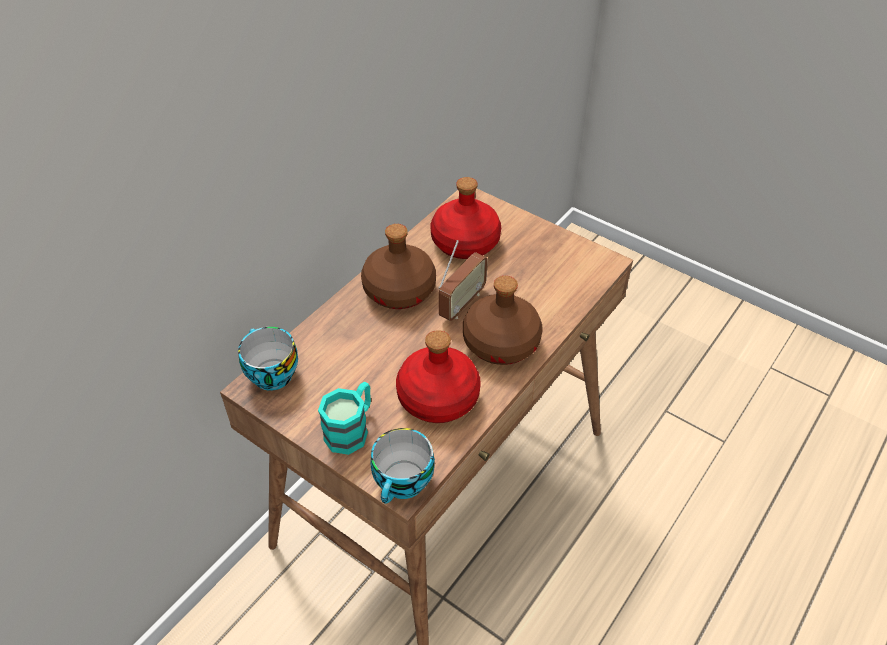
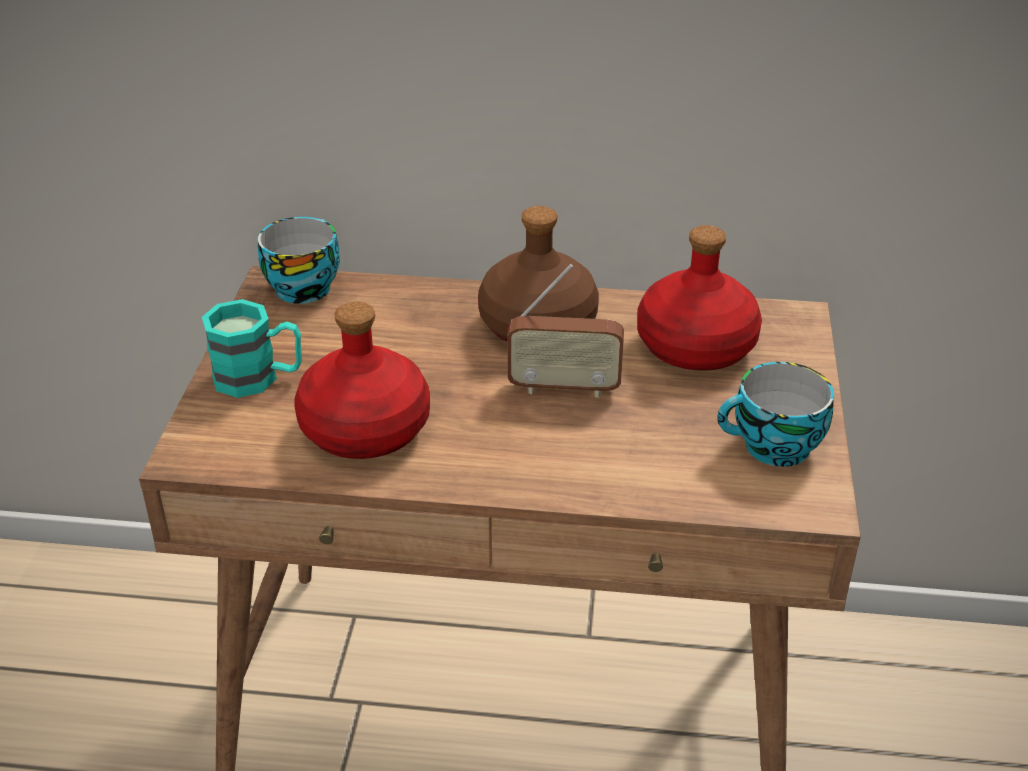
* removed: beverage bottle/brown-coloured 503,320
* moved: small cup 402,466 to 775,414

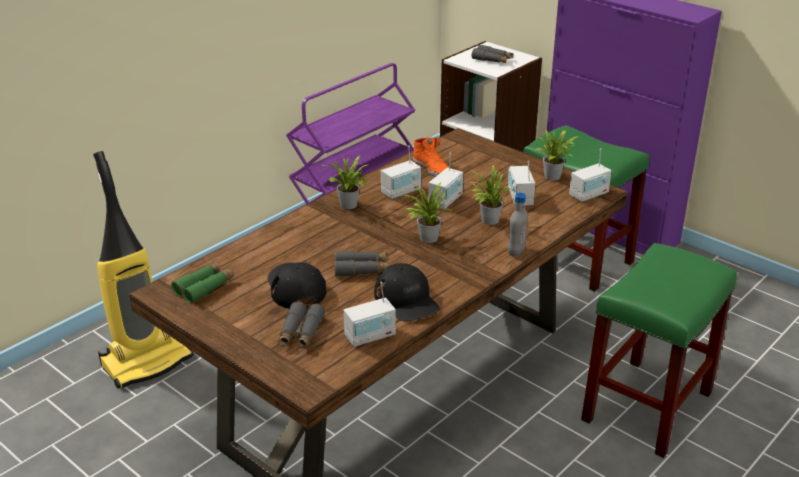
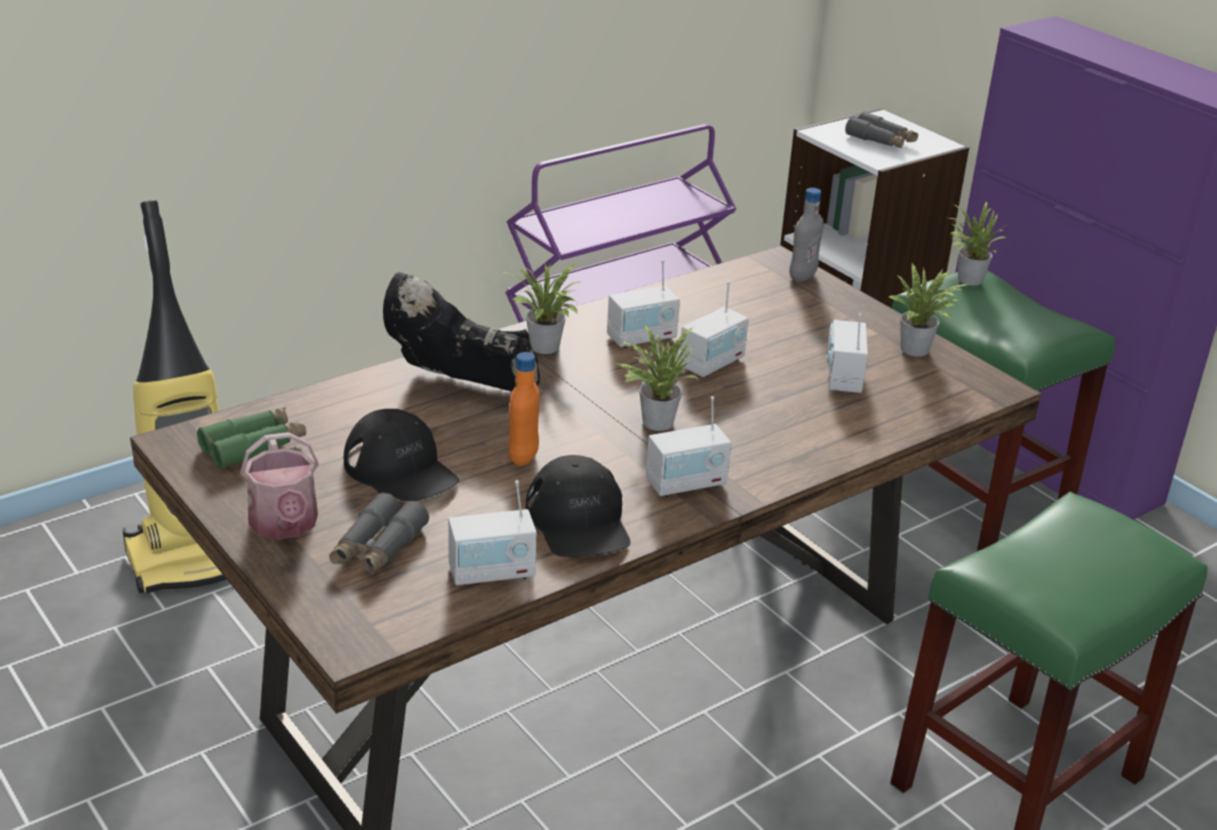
* removed: shoe/orange-coloured 431,157
* added: watering pot 279,486
* added: tall boot/blackish 461,331
* moved: potted plant 490,195 to 978,243
* moved: beverage bottle/grey 518,224 to 806,235
* moved: radio 590,175 to 688,446
* replaced: pair of binoculars/grey 361,263 to beverage bottle/orange-coloured 524,409
* turned: peaked cap/blackish 297,285 = 401,455 150 degrees clockwise

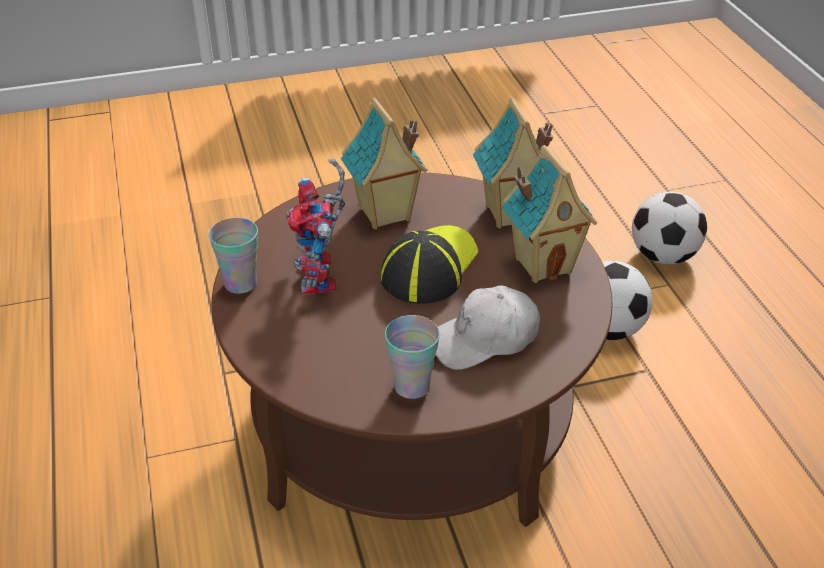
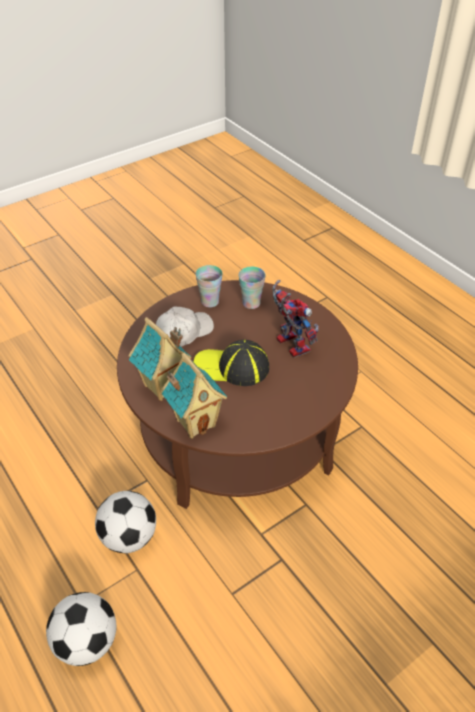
* removed: model house 384,163
* moved: small cup 233,256 to 252,288
* turned: peaked cap 429,264 = 231,363 90 degrees clockwise

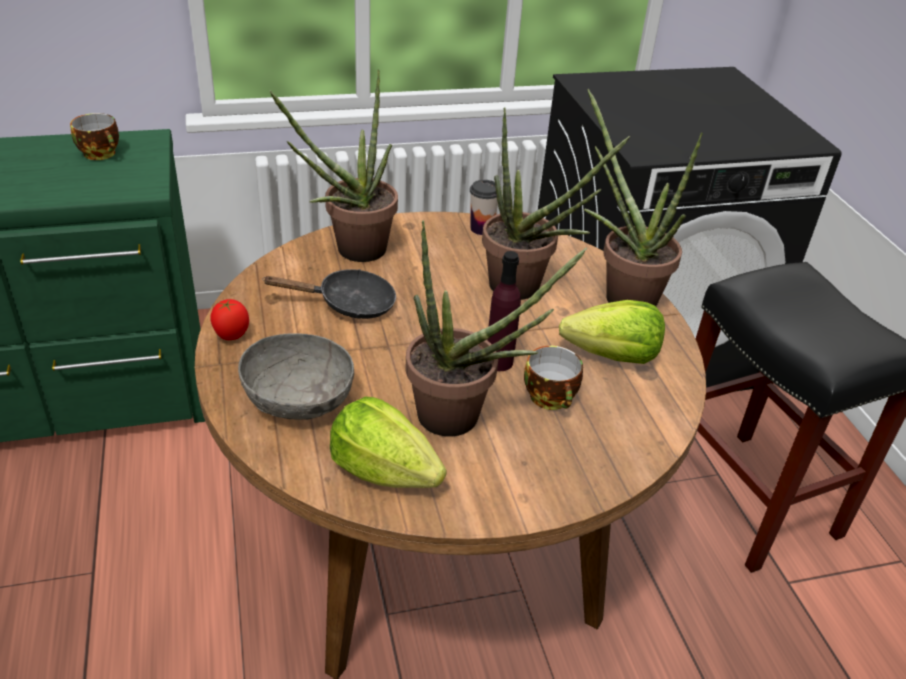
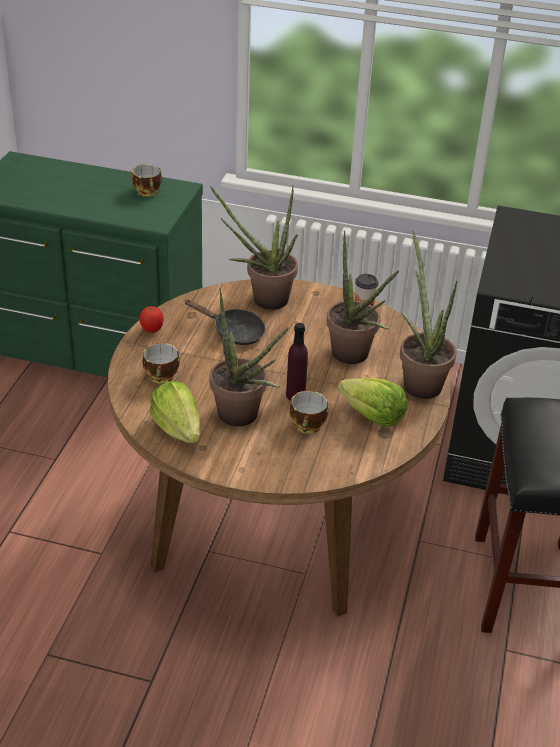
* replaced: serving bowl/grey 296,377 to small cup 160,363

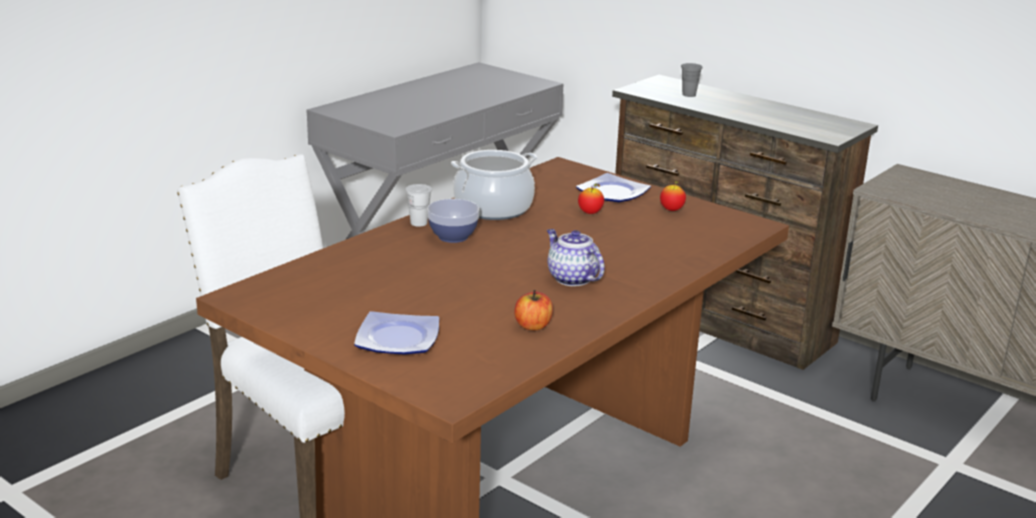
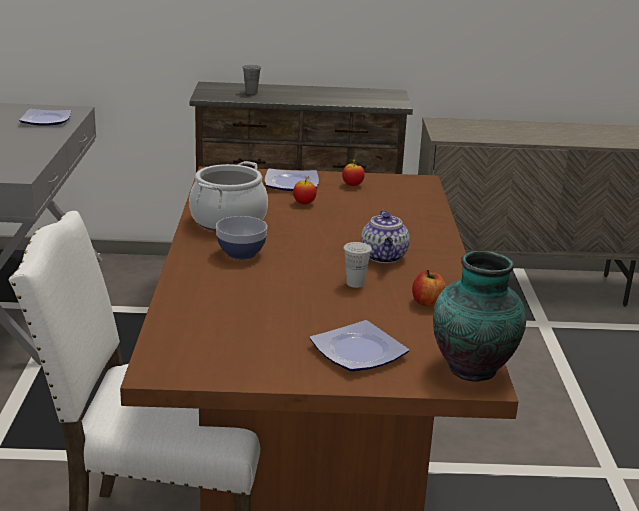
* added: flat dish 45,117
* added: decorative vase 479,316
* moved: small cup/whitish 418,205 to 357,265
* turned: tea pot 576,257 = 385,236 105 degrees counterclockwise

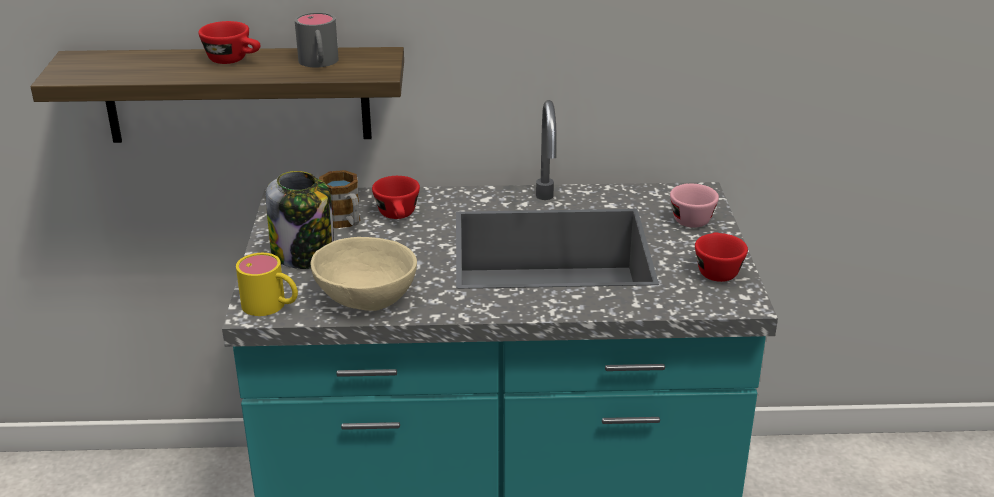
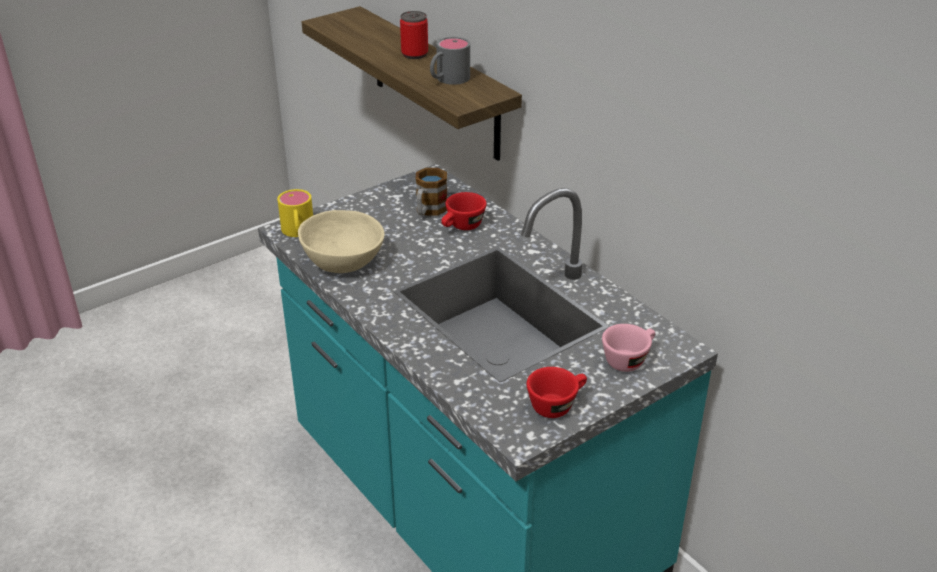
* removed: storage jar 300,220
* replaced: small cup/reddish 229,42 to sealed can 414,35

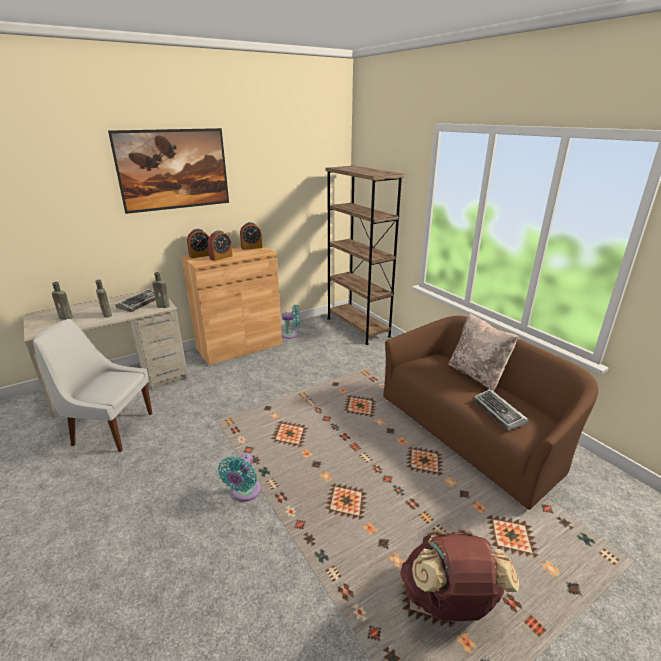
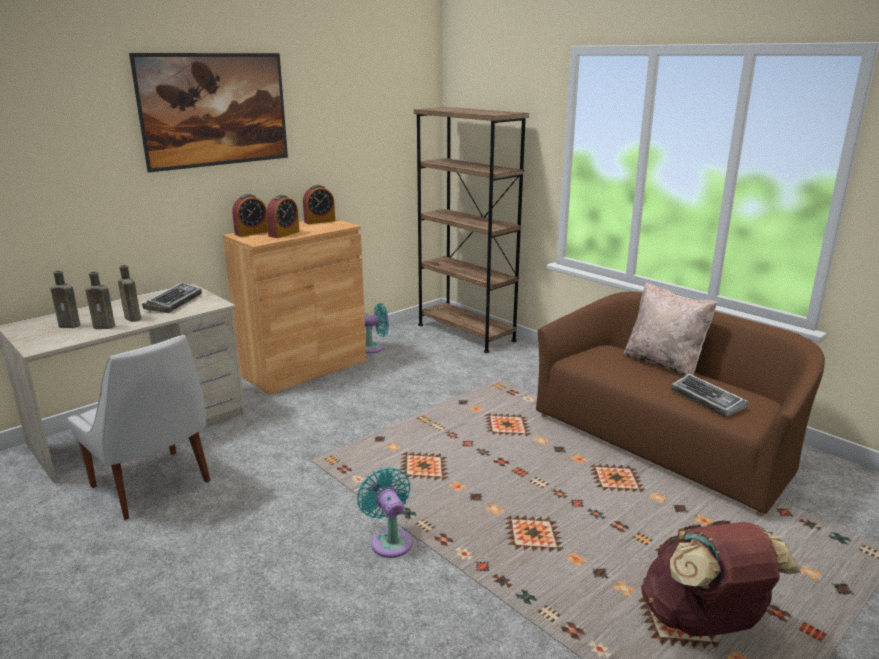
* moved: beverage bottle/brown-coloured 161,290 to 100,300
* turned: plain chair/whitish 92,385 = 138,427 135 degrees counterclockwise
* turned: cooling fan/blue-green 239,477 = 385,512 150 degrees clockwise

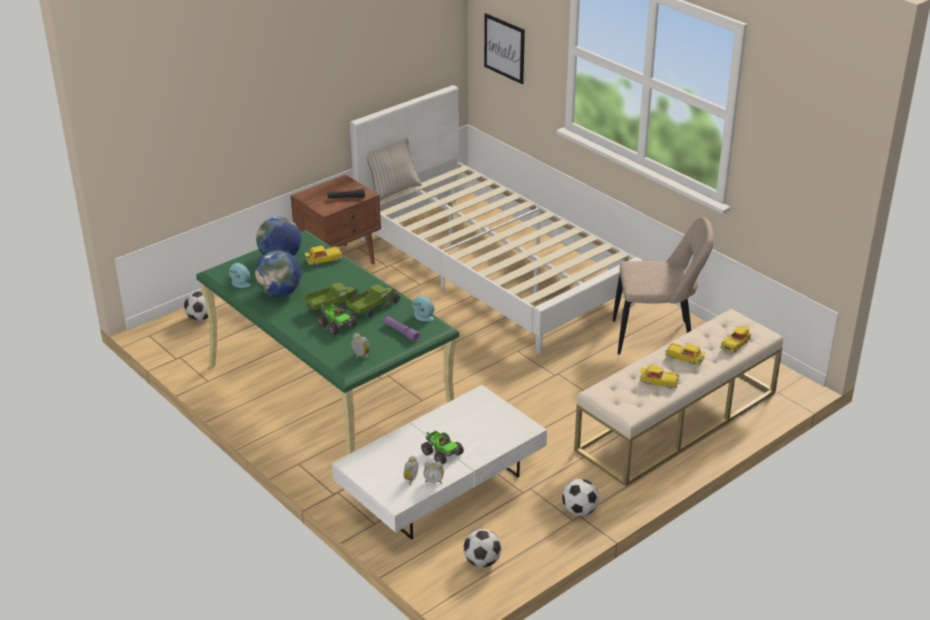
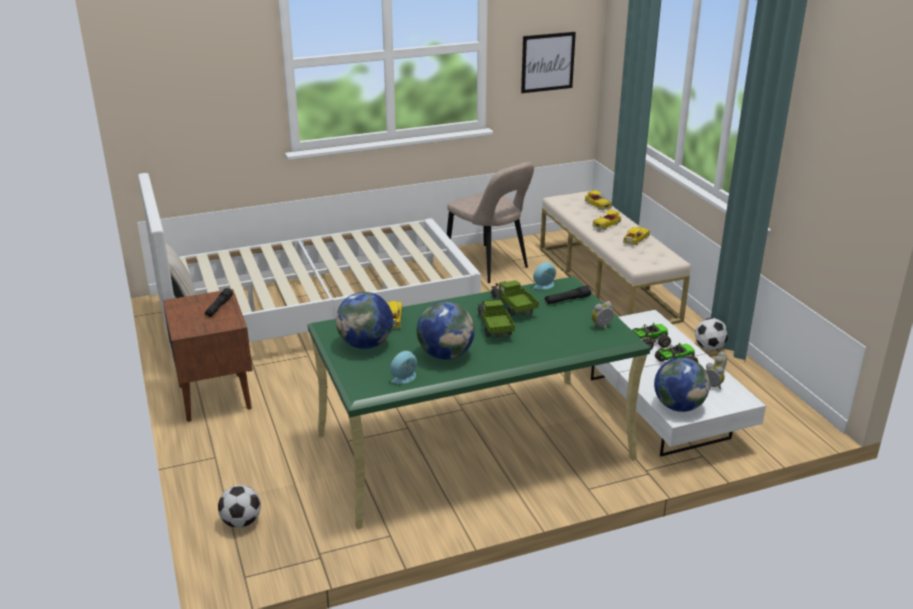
* removed: ball for football 482,548
* added: desk globe 682,384
* moved: toy lorry 337,320 to 651,336
* moved: wall art 504,48 to 548,62
* recoloured: hand torch/purple 401,329 to hand torch/blackish 568,294
* turned: plain chair/beige 663,286 = 490,222 120 degrees clockwise

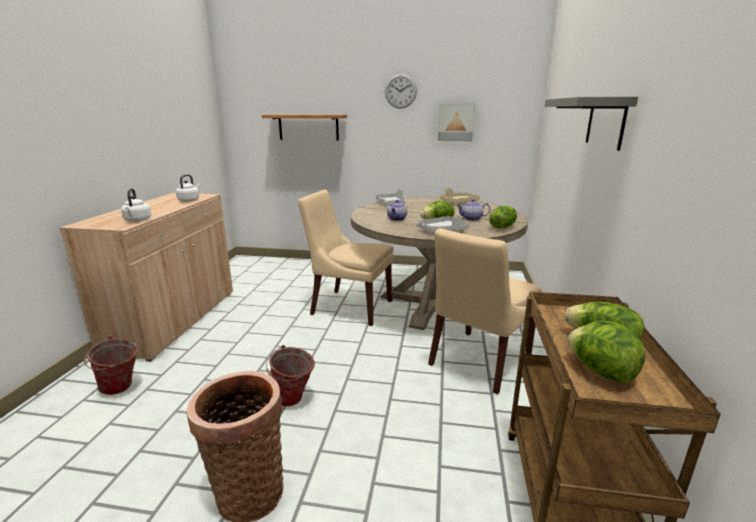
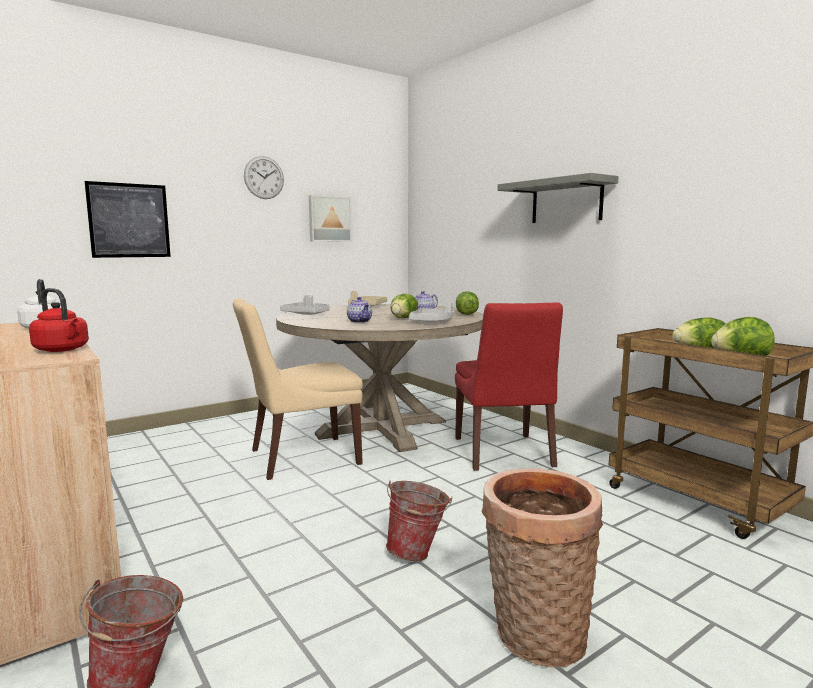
* replaced: bracket shelf 304,127 to wall art 127,219
* recoloured: kettle/whitish 136,205 to kettle/reddish 59,320
* recoloured: plain chair/beige 484,311 to plain chair/reddish 509,386

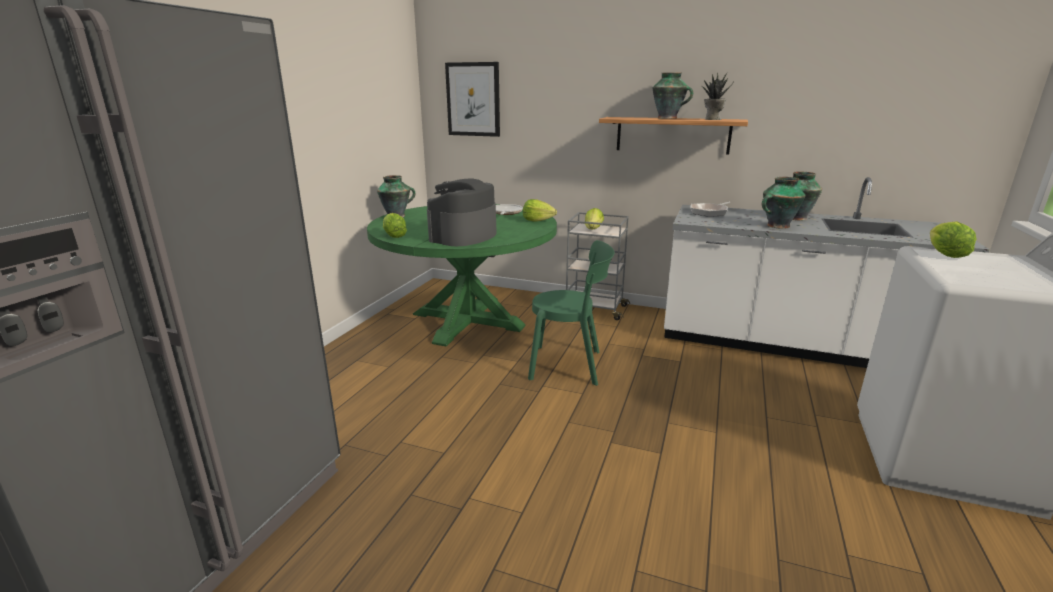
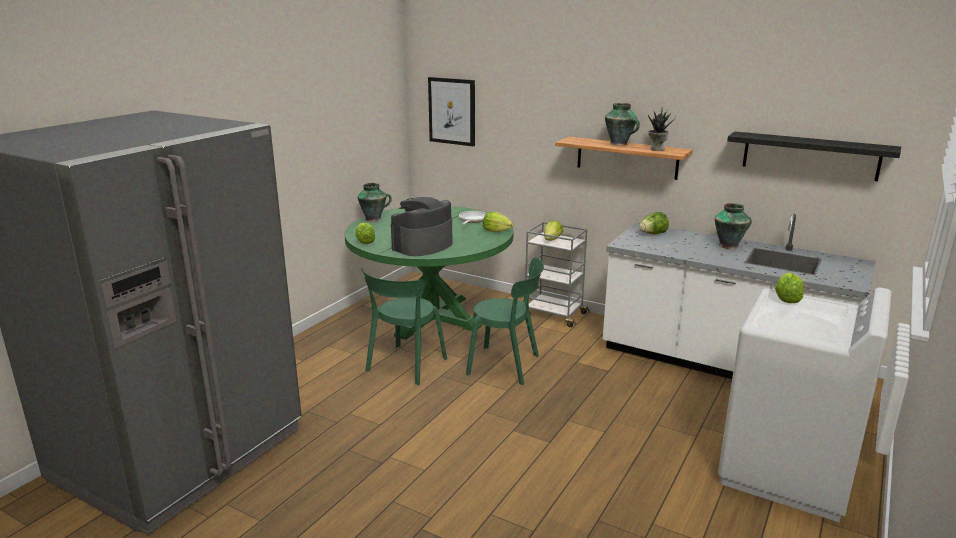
* removed: decorative vase 784,203
* added: plain chair/greenish 404,326
* added: bracket shelf/blackish 814,156
* replaced: skillet 710,209 to lettuce head 654,223

